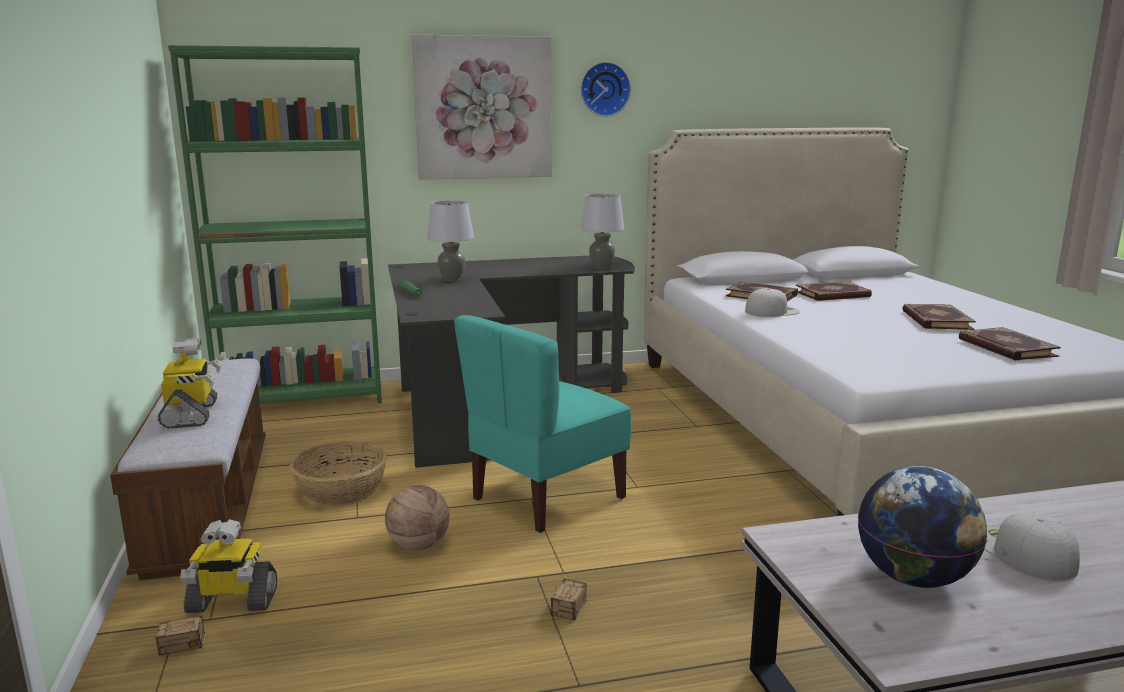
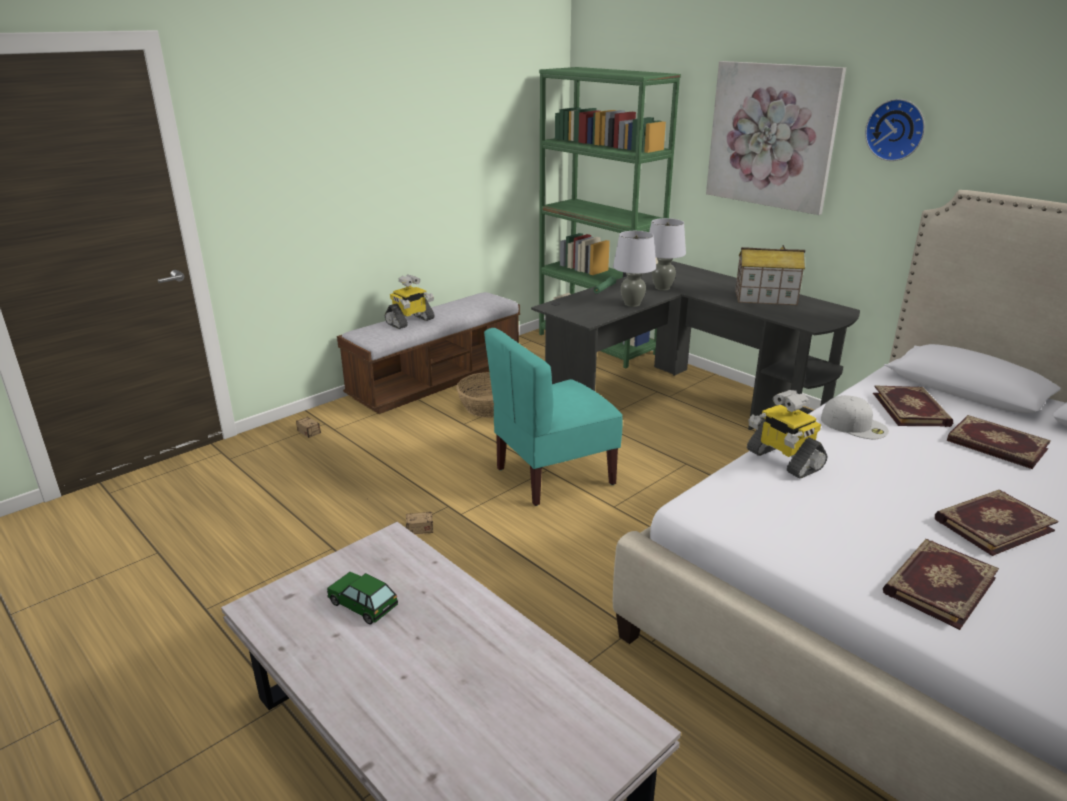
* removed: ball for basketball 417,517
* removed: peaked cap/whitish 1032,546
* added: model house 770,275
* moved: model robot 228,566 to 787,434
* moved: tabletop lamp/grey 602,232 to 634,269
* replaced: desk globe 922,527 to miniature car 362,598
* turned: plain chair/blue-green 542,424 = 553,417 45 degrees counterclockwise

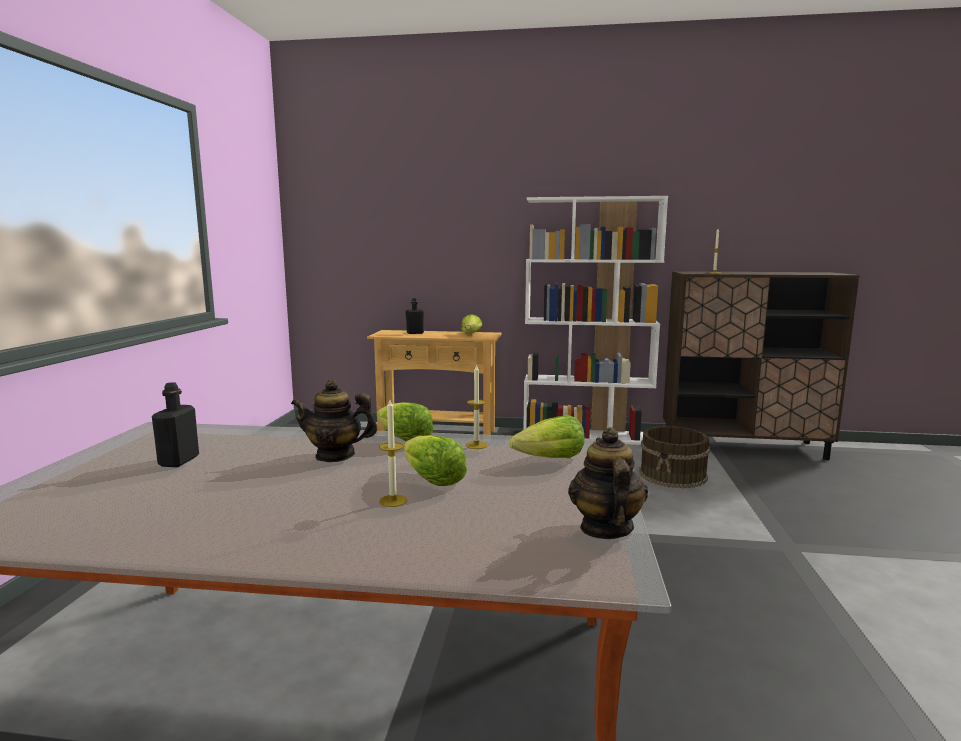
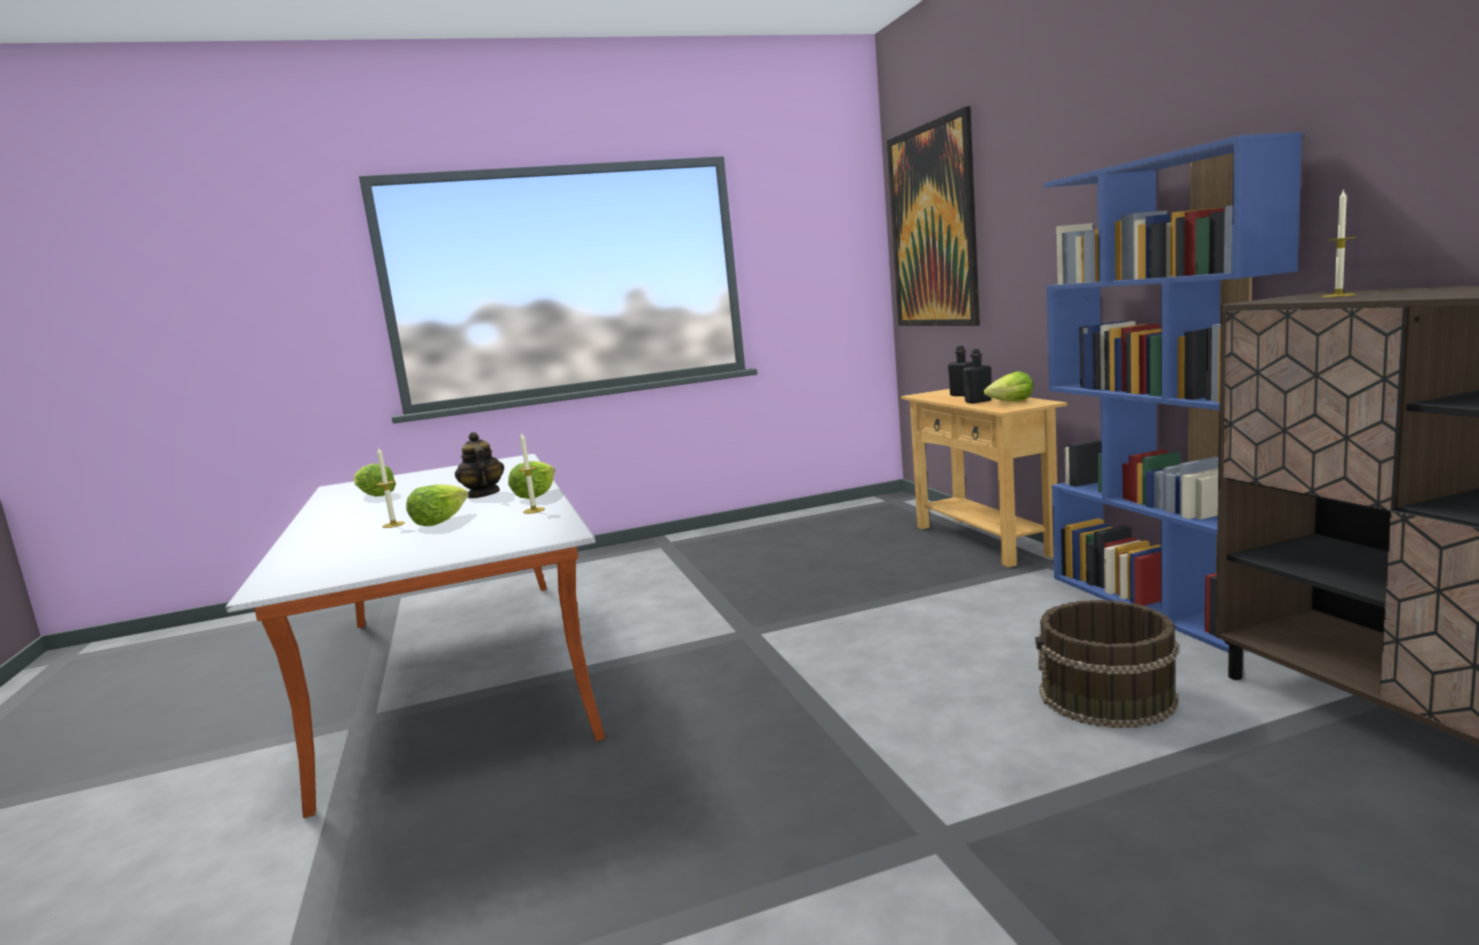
* removed: tea pot 608,483
* added: wall art 933,216
* moved: beverage bottle/blackish 175,424 to 977,376
* moved: lettuce head 547,436 to 375,480
* recoloured: bookcase/whitish 595,320 to bookcase/blue 1173,392

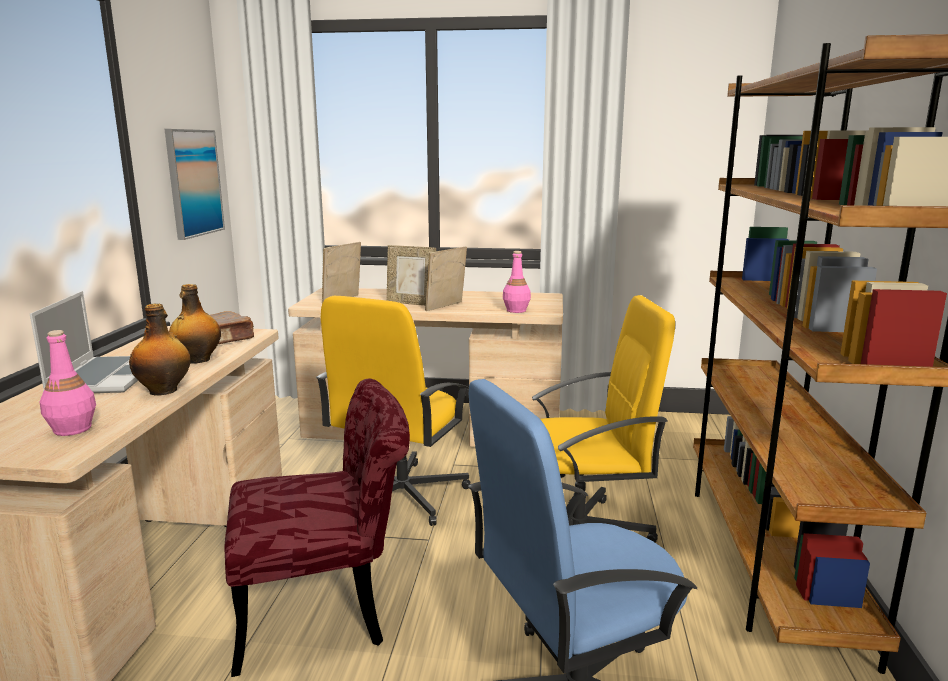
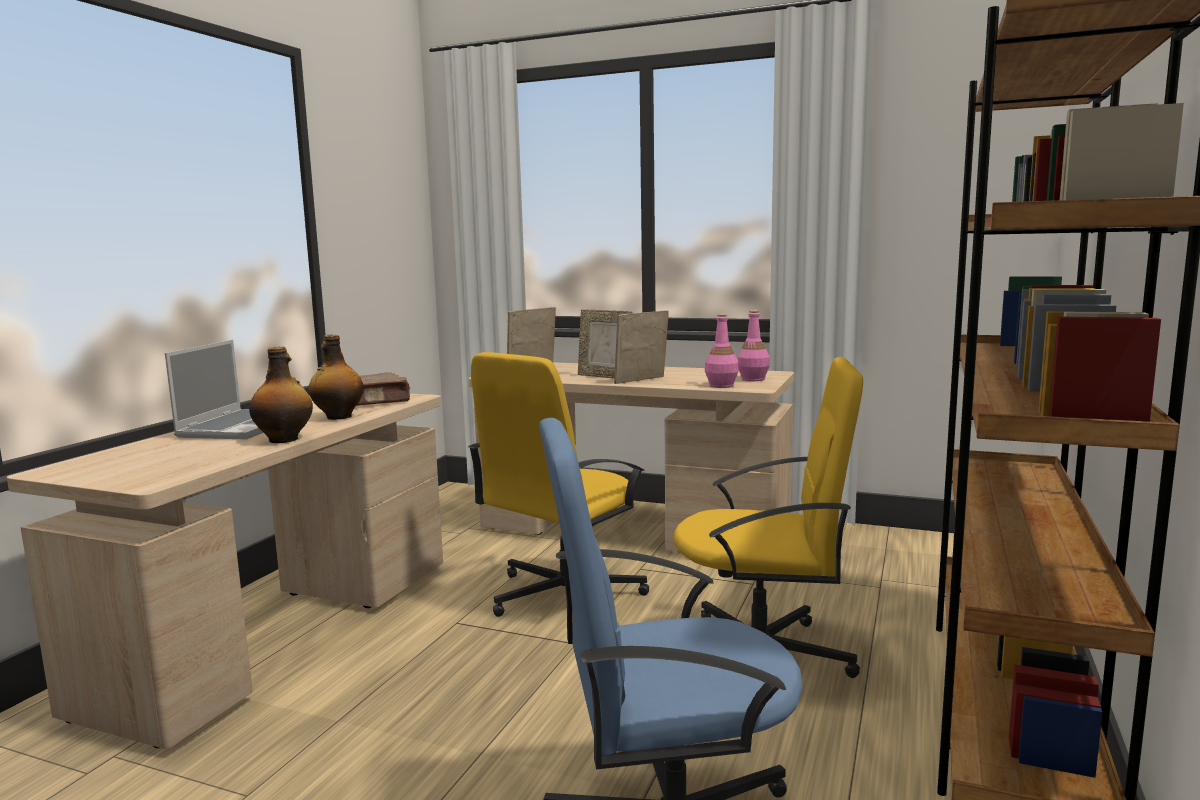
* removed: wall art 195,184
* removed: plain chair/reddish 317,528
* moved: beverage bottle/pink 68,383 to 753,345

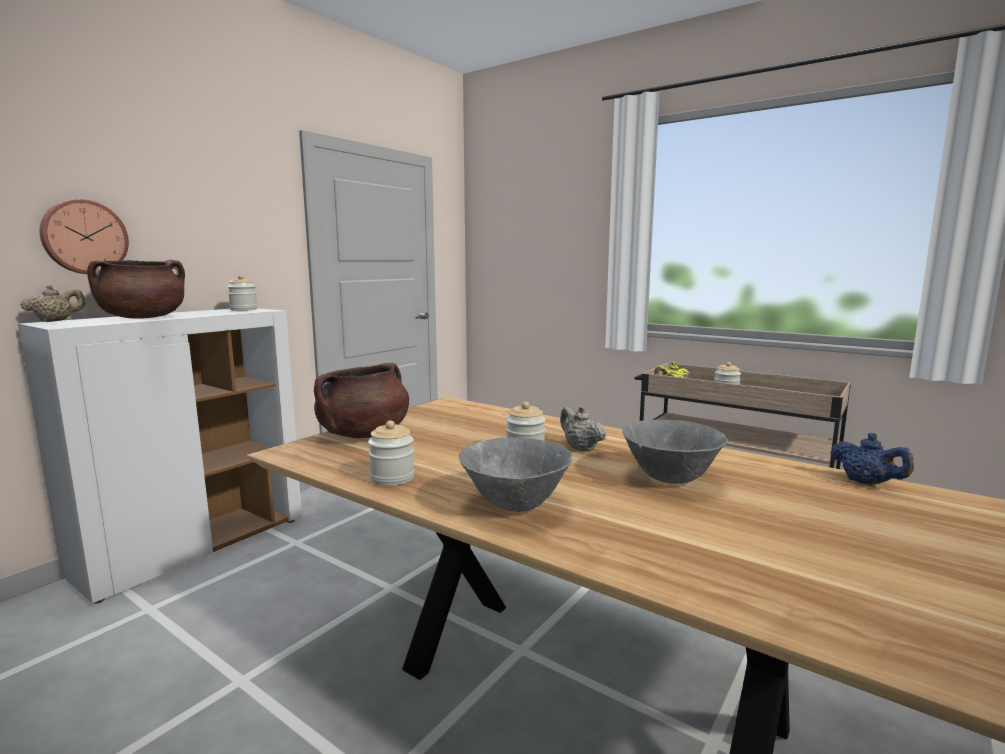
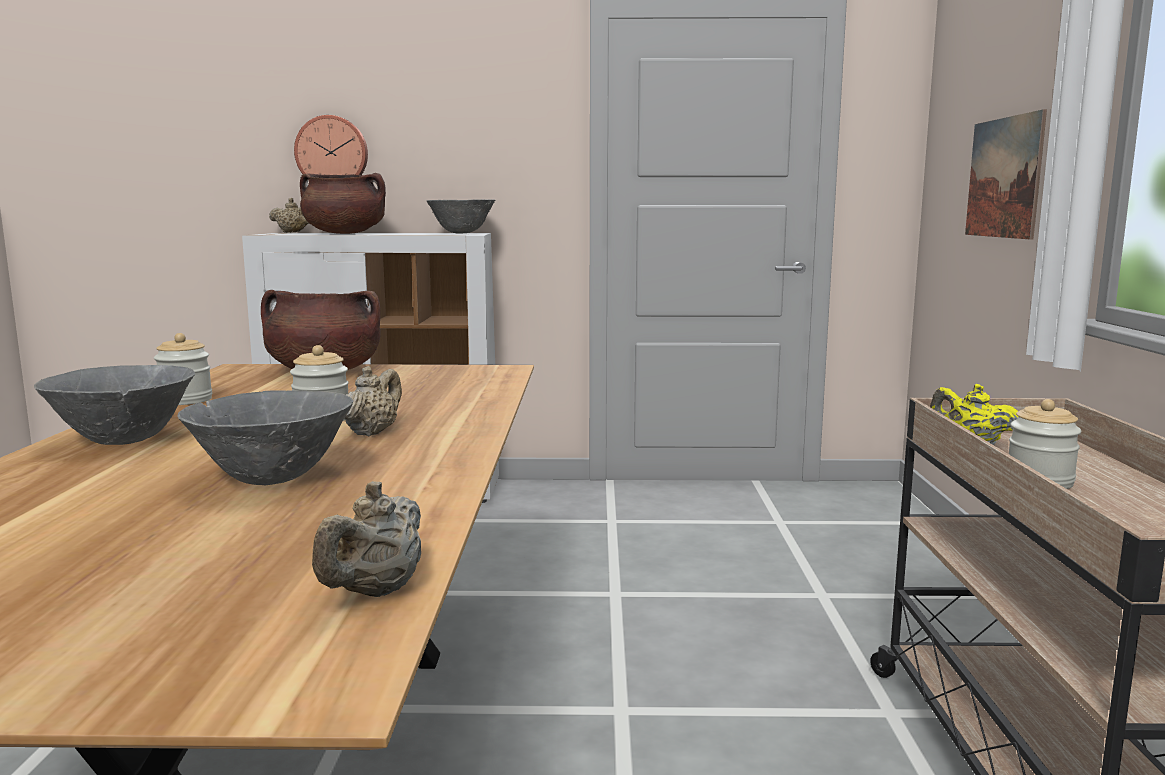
* added: wall art 1006,174
* replaced: storage jar 243,293 to serving bowl/grey 461,216
* recoloured: tea pot/blue 872,459 to tea pot/beige 366,539

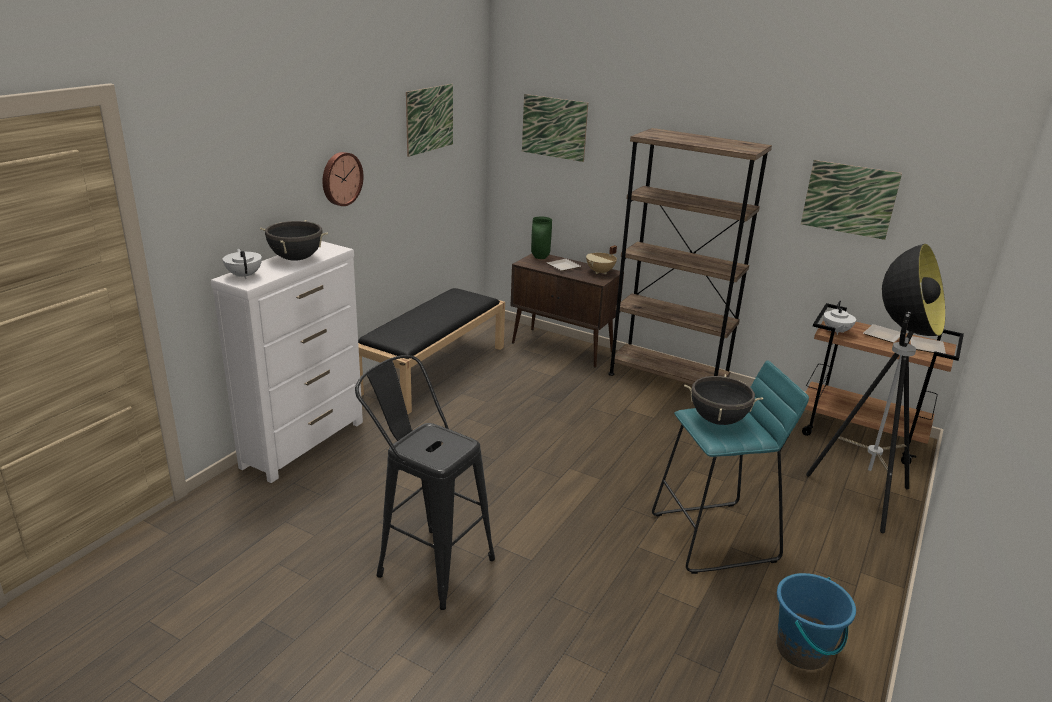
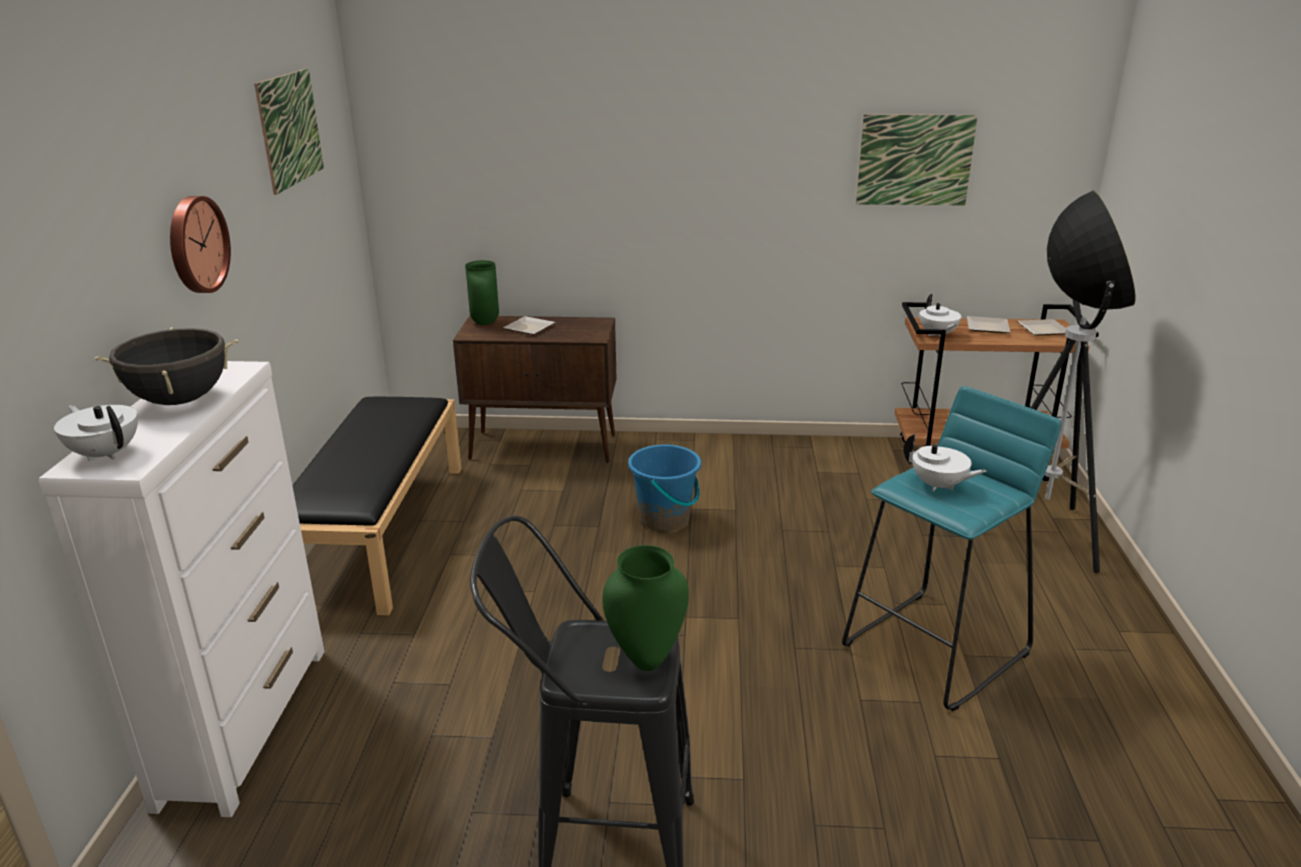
* removed: wall art 555,128
* removed: cooking pot/beige 601,259
* removed: bookcase/brown-coloured 690,256
* added: decorative vase/greenish 645,608
* moved: pail/blue 816,621 to 664,487
* replaced: cooking pot/blackish 723,399 to tea pot/whitish 945,462

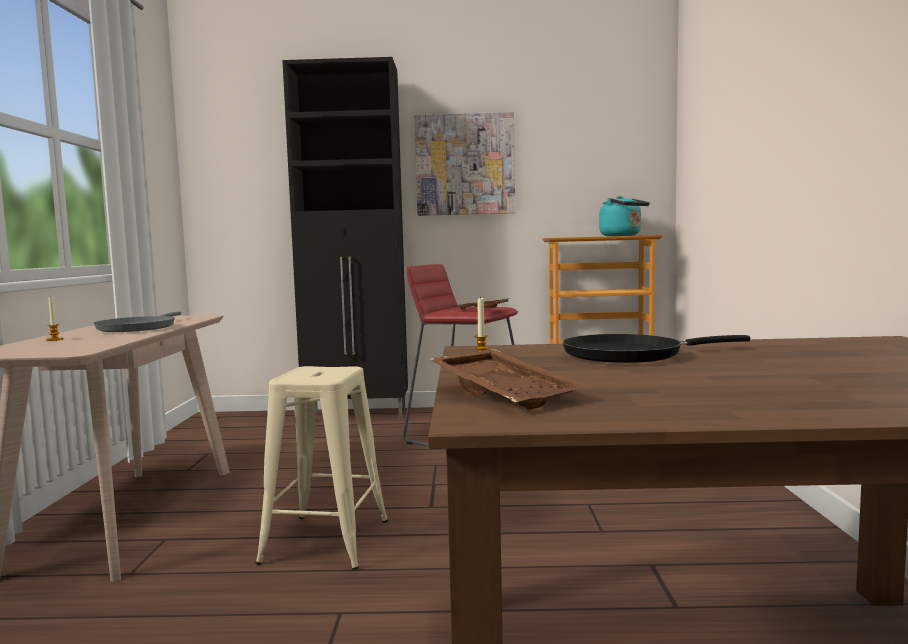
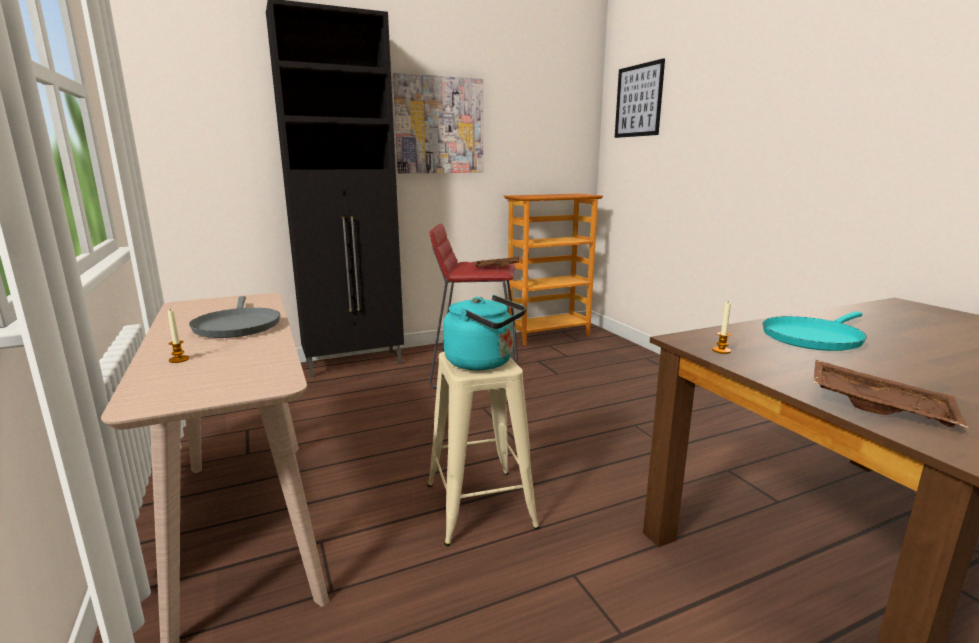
* added: wall art 640,98
* moved: kettle/blue-green 624,216 to 484,332
* recoloured: skillet/blackish 656,348 to skillet/blue-green 814,331

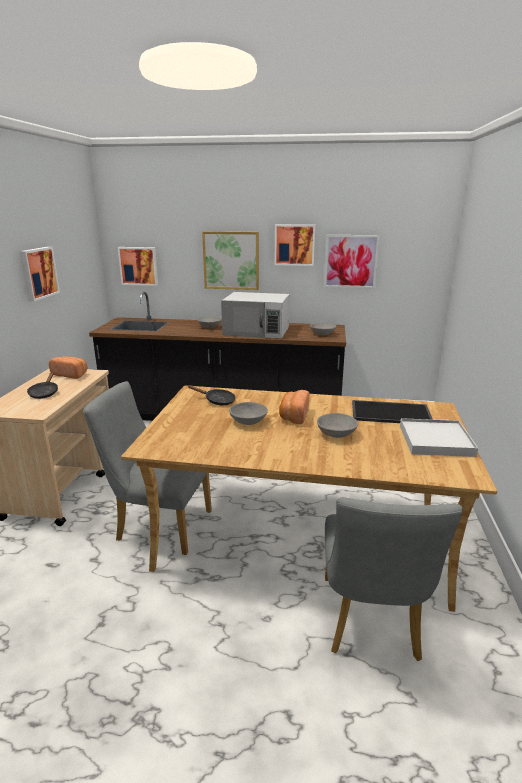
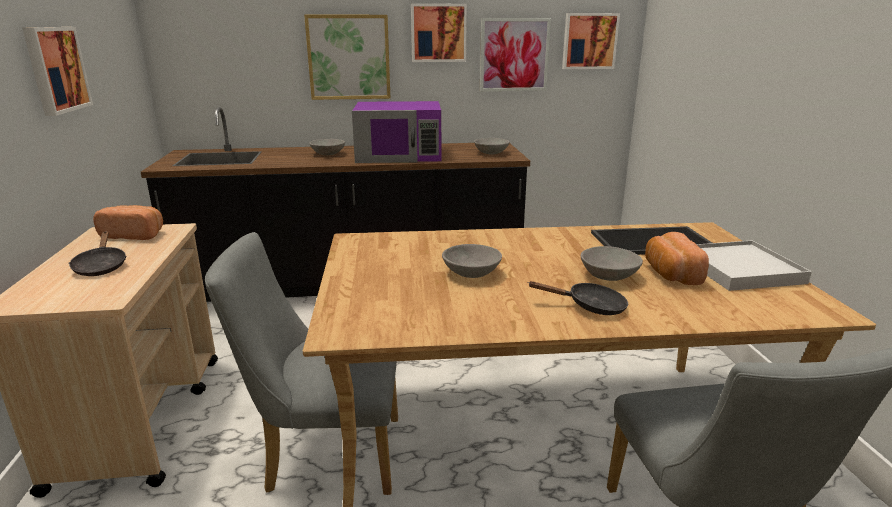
* moved: wall art 138,266 to 591,41
* moved: skillet/blackish 212,395 to 578,298
* moved: bread 294,407 to 677,258
* recoloured: microwave oven/whitish 255,315 to microwave oven/purple 396,132

